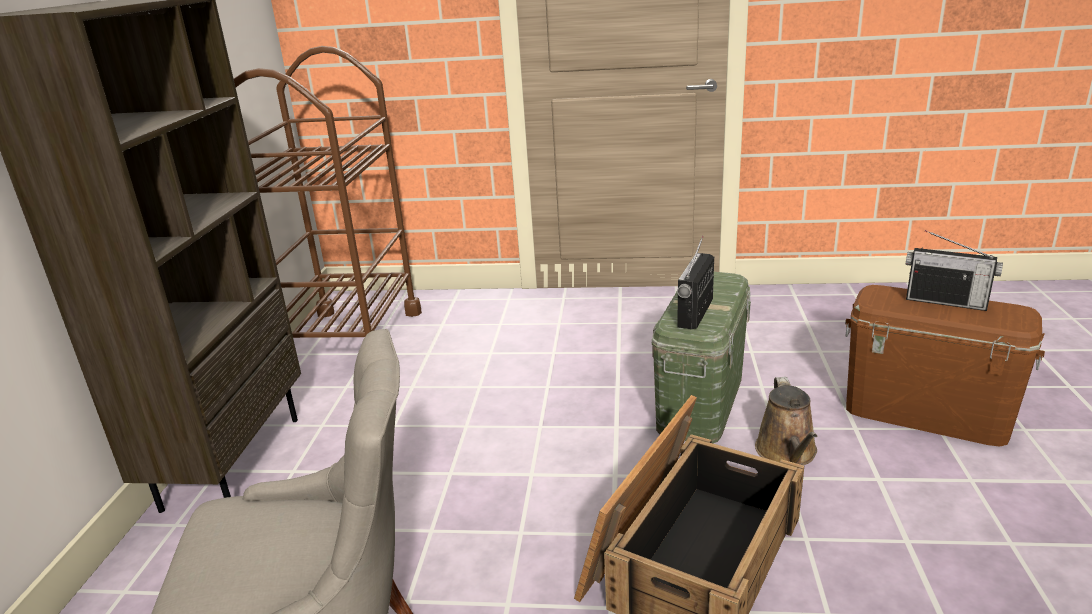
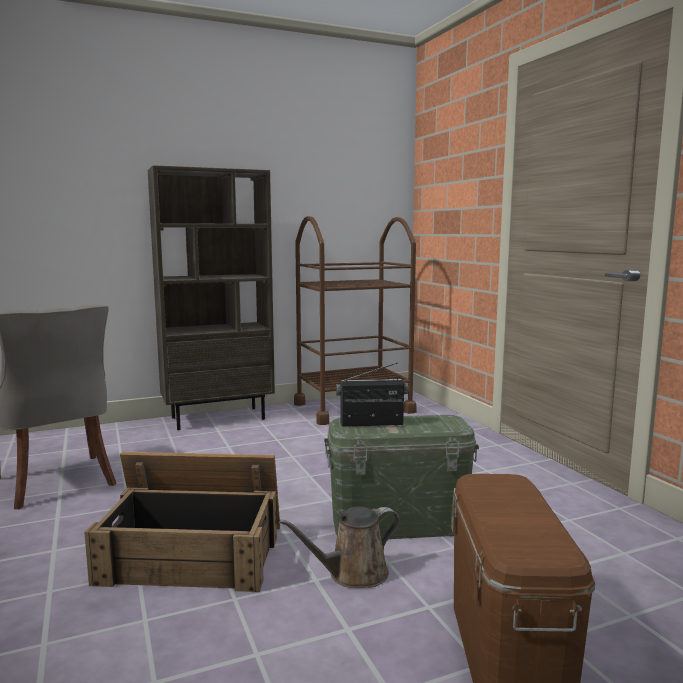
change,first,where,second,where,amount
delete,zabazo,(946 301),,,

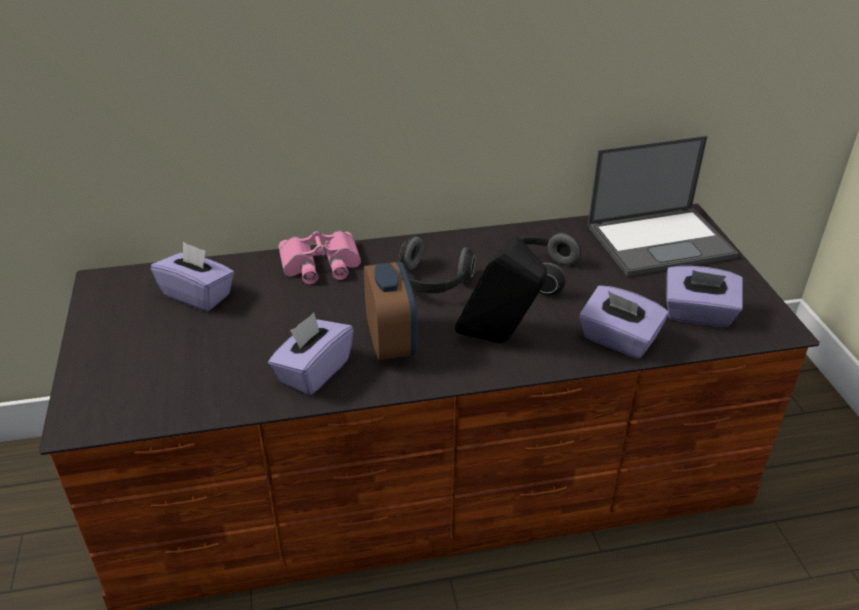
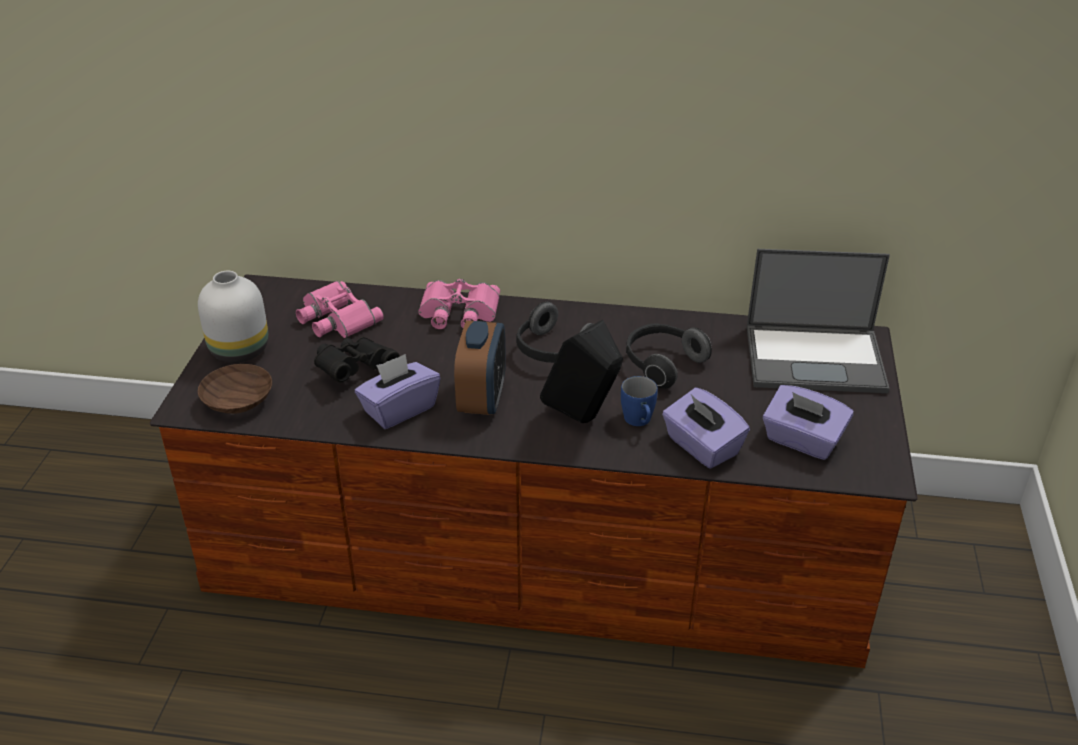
change,first,where,second,where,amount
replace,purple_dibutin,(198 295),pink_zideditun,(335 318),
insert,,,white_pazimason,(240 349),
insert,,,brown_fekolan,(236 400),
insert,,,black_zideditun,(354 370),
insert,,,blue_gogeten,(639 422),

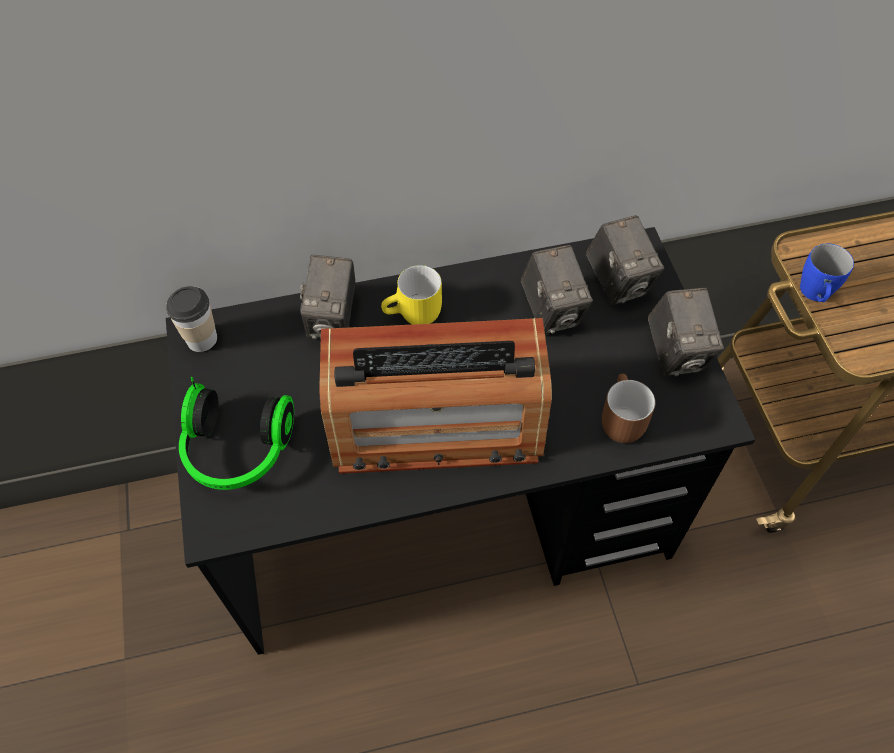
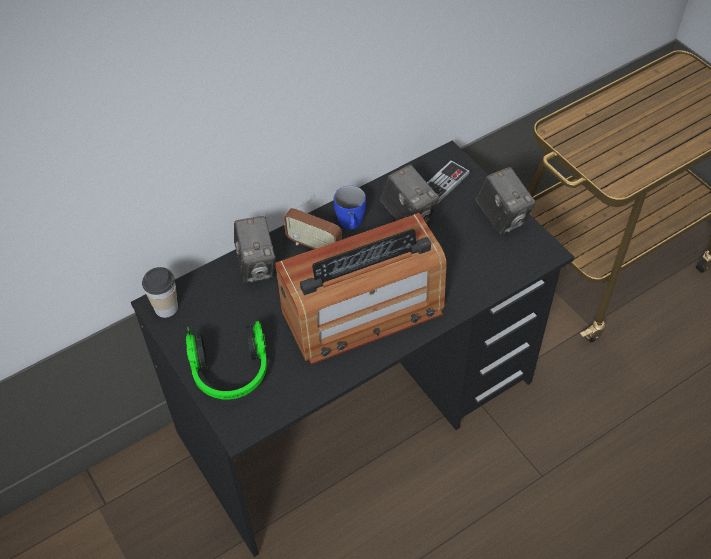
change,first,where,second,where,amount
replace,yellow_gogeten,(415 315),zabazo,(314 246),
replace,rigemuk,(618 282),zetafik,(444 183),
delete,brown_gogeten,(618 419),,,
move,blue_gogeten,(815 295),,(351 225),

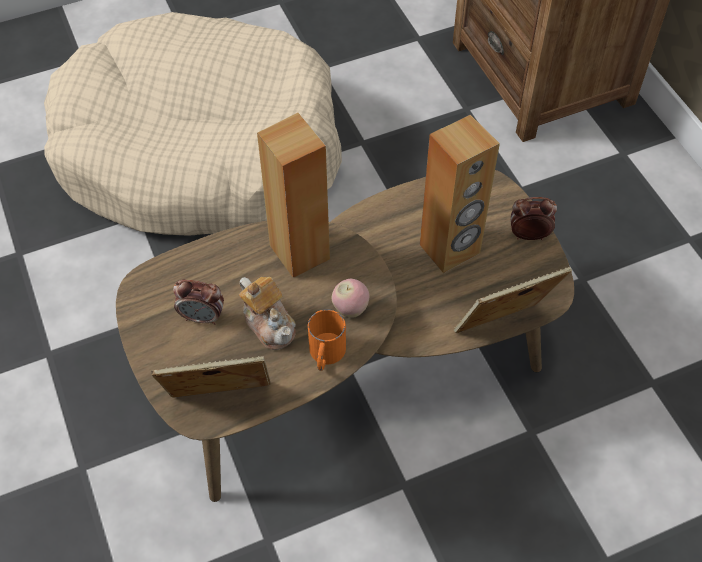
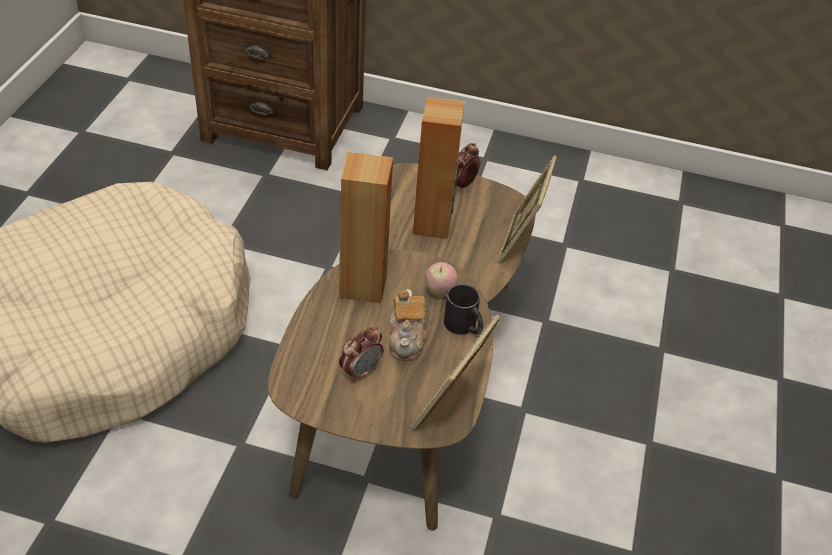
change,first,where,second,where,amount
rotate,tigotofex,(269 323),,(407 339),90 degrees clockwise
recolor,orange_gogeten,(325 355),black_gogeten,(464 326),

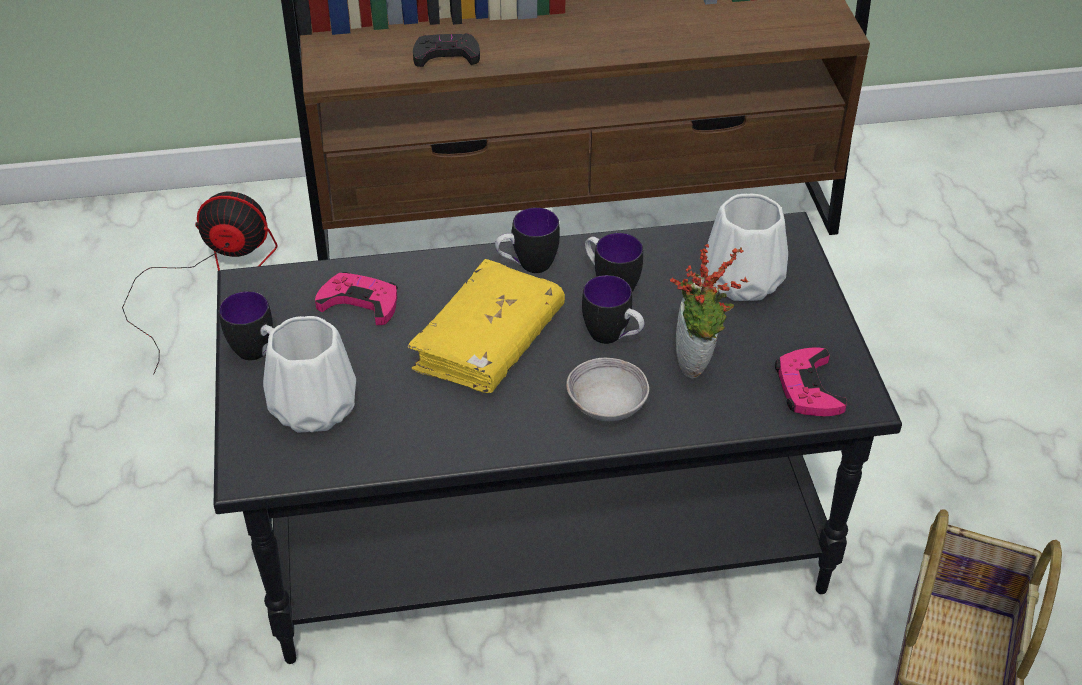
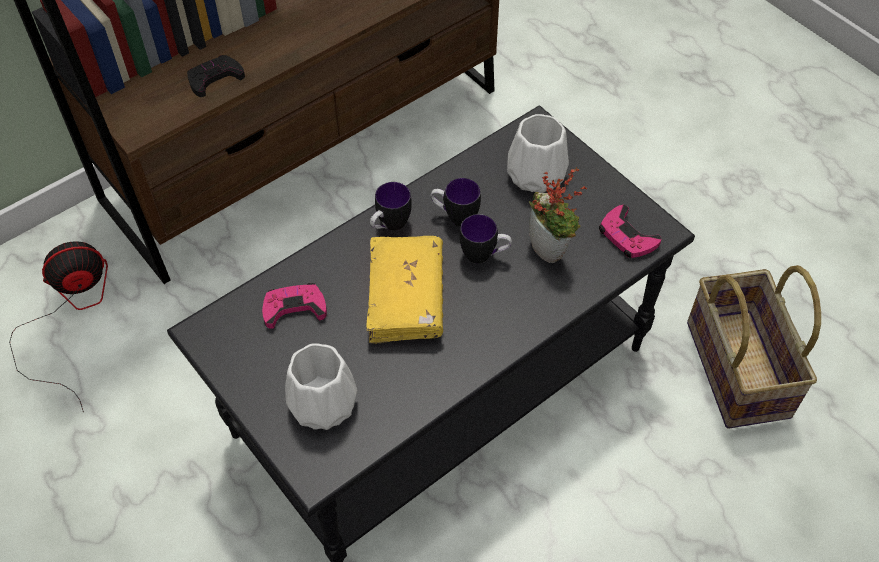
change,first,where,second,where,amount
delete,gogeten,(259 354),,,
delete,grey_fekolan,(606 406),,,

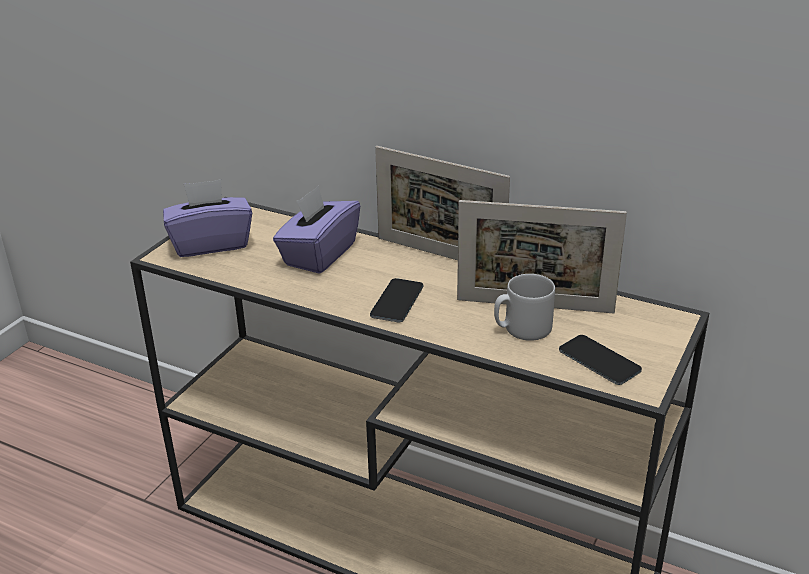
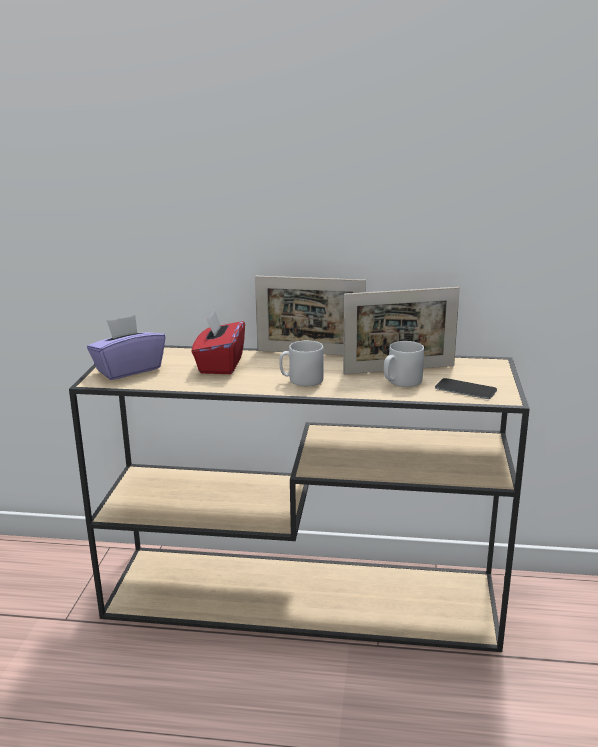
change,first,where,second,where,amount
recolor,purple_dibutin,(319 254),red_dibutin,(220 364),
replace,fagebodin,(397 301),grey_gogeten,(301 380),

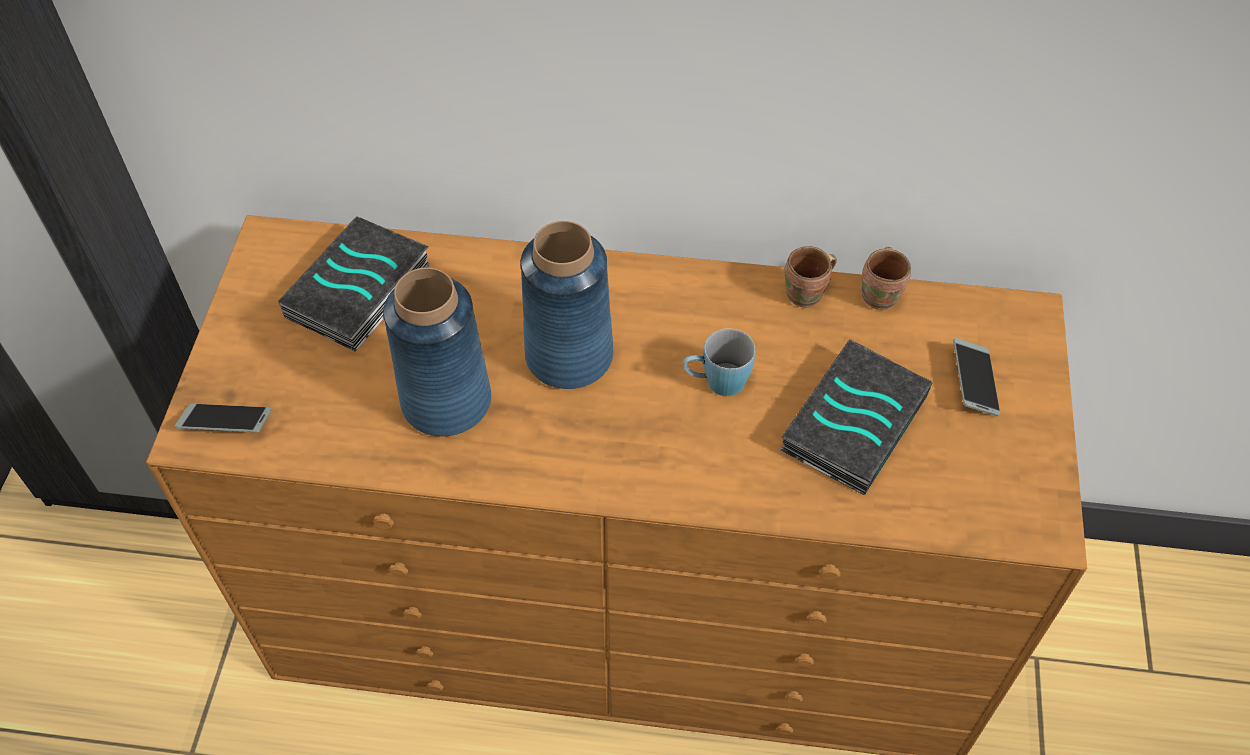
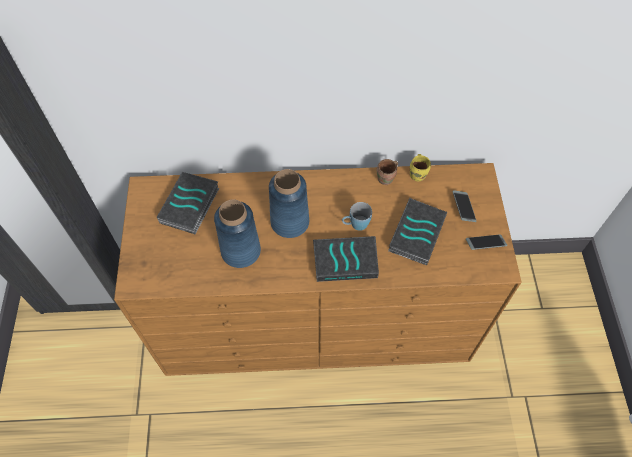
change,first,where,second,where,amount
move,fagebodin,(226 423),,(485 244),
recolor,brown_gogeten,(881 295),yellow_gogeten,(418 174),
insert,,,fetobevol,(346 260),

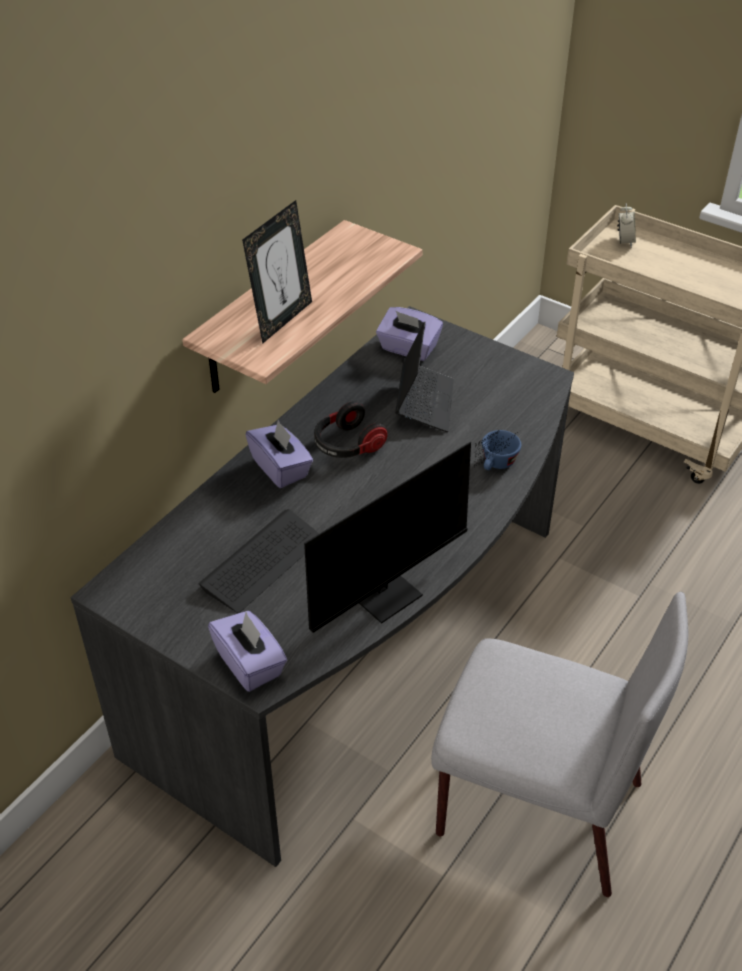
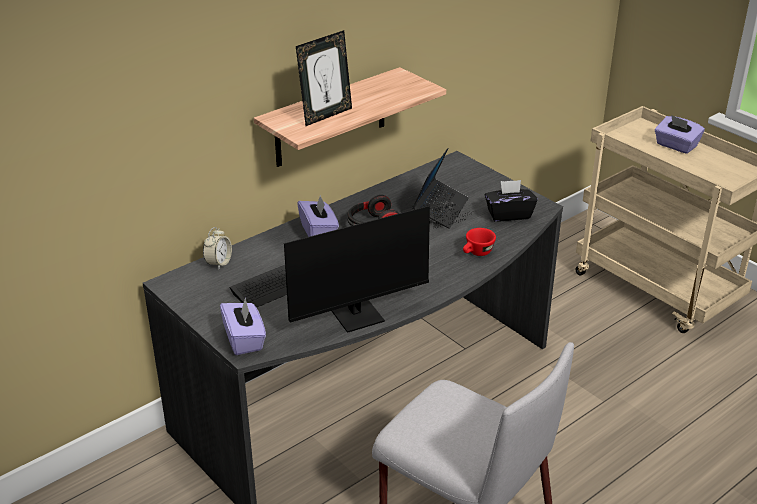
change,first,where,second,where,amount
move,purple_dibutin,(408 348),,(676 146),
recolor,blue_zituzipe,(497 465),red_zituzipe,(477 253),
move,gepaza,(624 241),,(218 263),
insert,,,black_dibutin,(509 214),

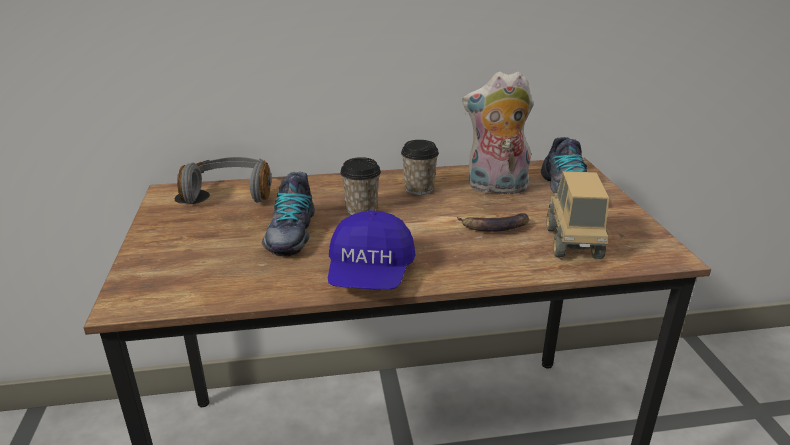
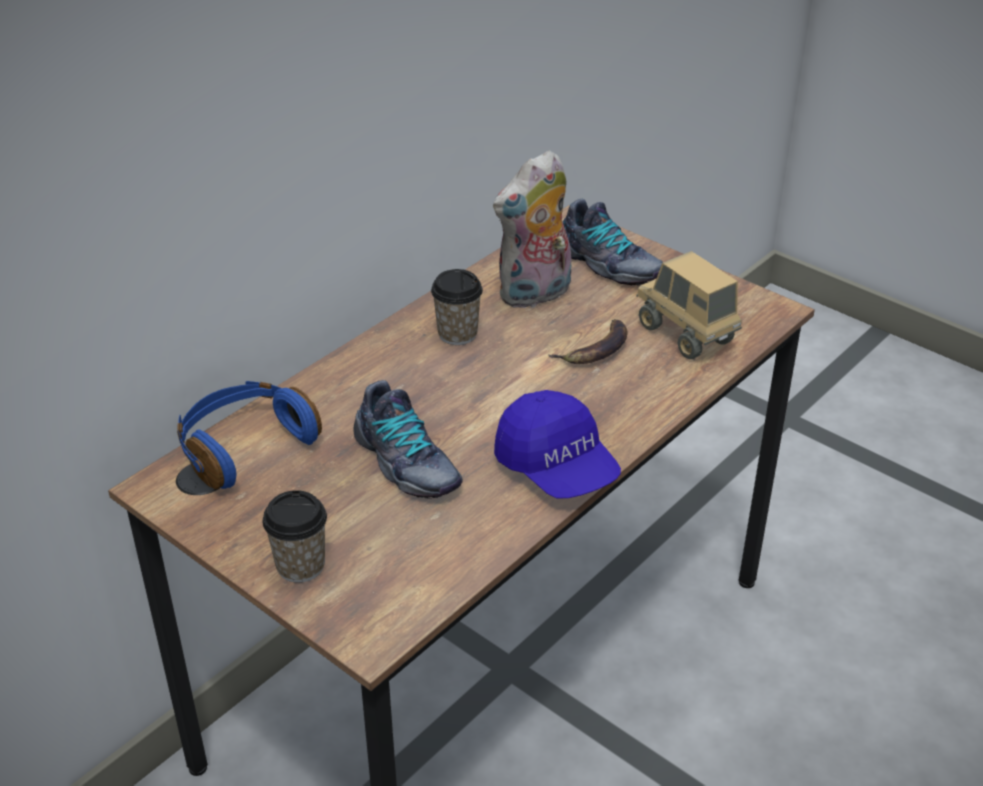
change,first,where,second,where,amount
recolor,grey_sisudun,(230 192),blue_sisudun,(244 446),
move,zituzipe,(361 210),,(300 565),

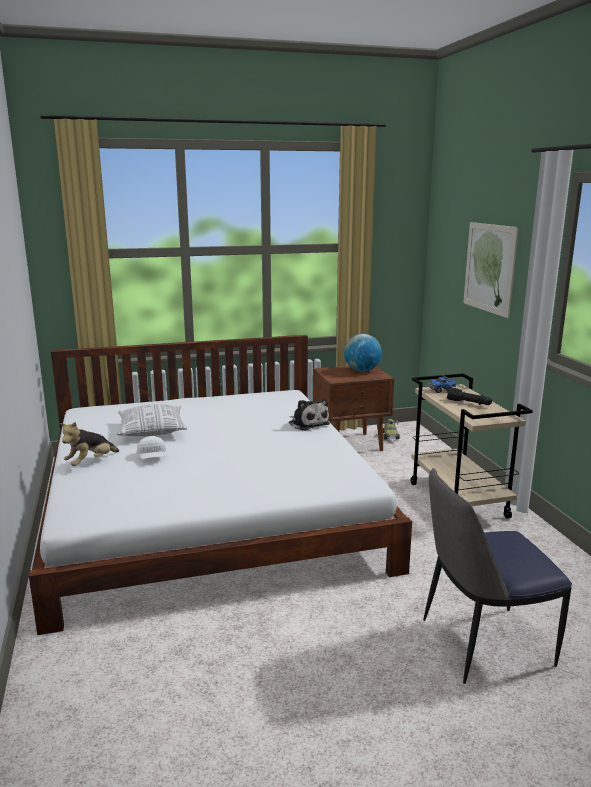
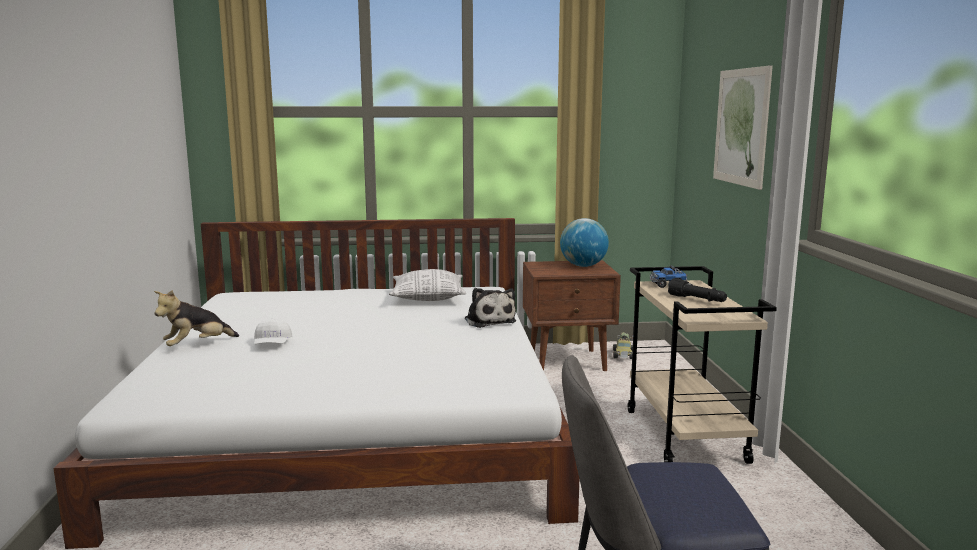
change,first,where,second,where,amount
move,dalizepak,(152 431),,(428 298),

